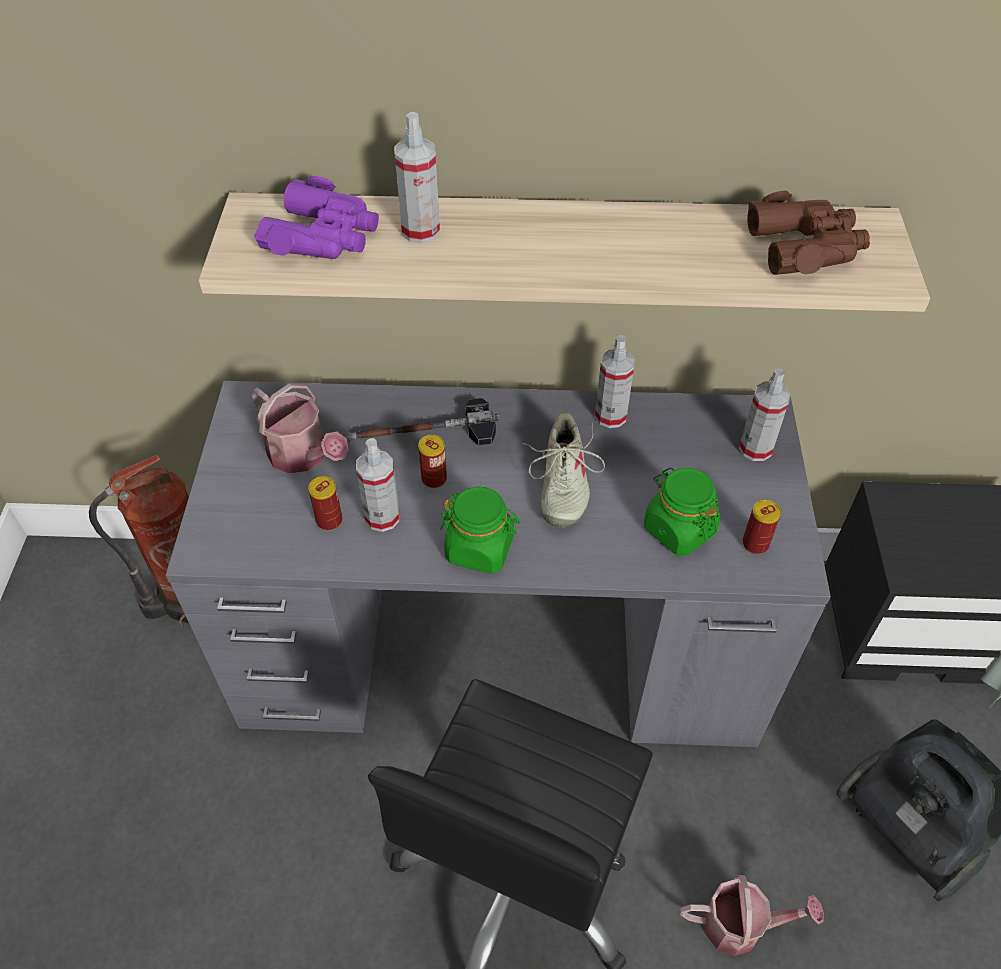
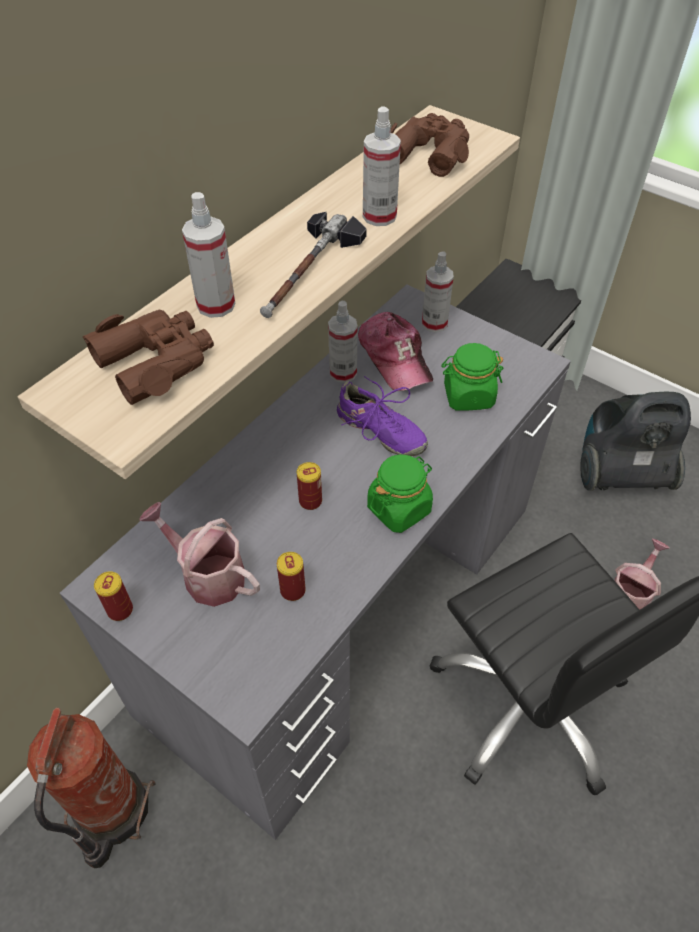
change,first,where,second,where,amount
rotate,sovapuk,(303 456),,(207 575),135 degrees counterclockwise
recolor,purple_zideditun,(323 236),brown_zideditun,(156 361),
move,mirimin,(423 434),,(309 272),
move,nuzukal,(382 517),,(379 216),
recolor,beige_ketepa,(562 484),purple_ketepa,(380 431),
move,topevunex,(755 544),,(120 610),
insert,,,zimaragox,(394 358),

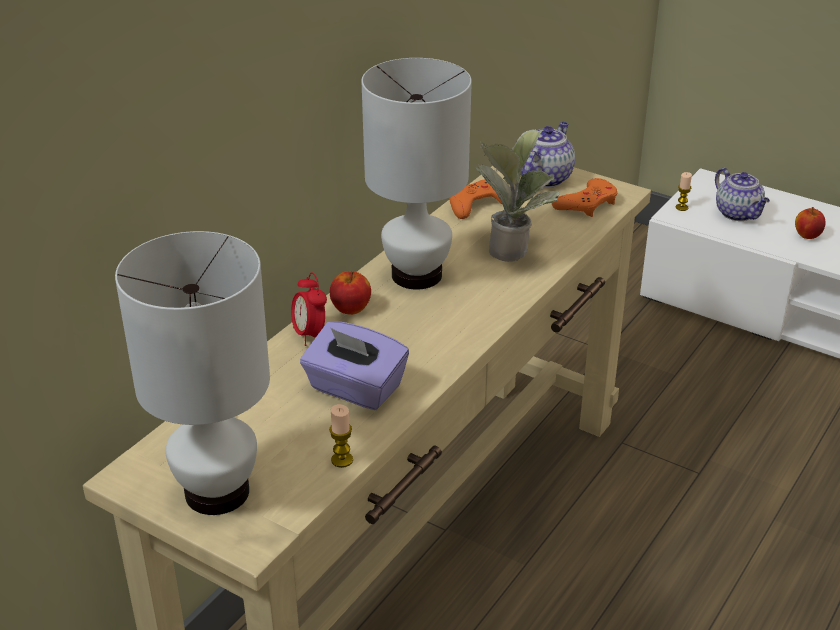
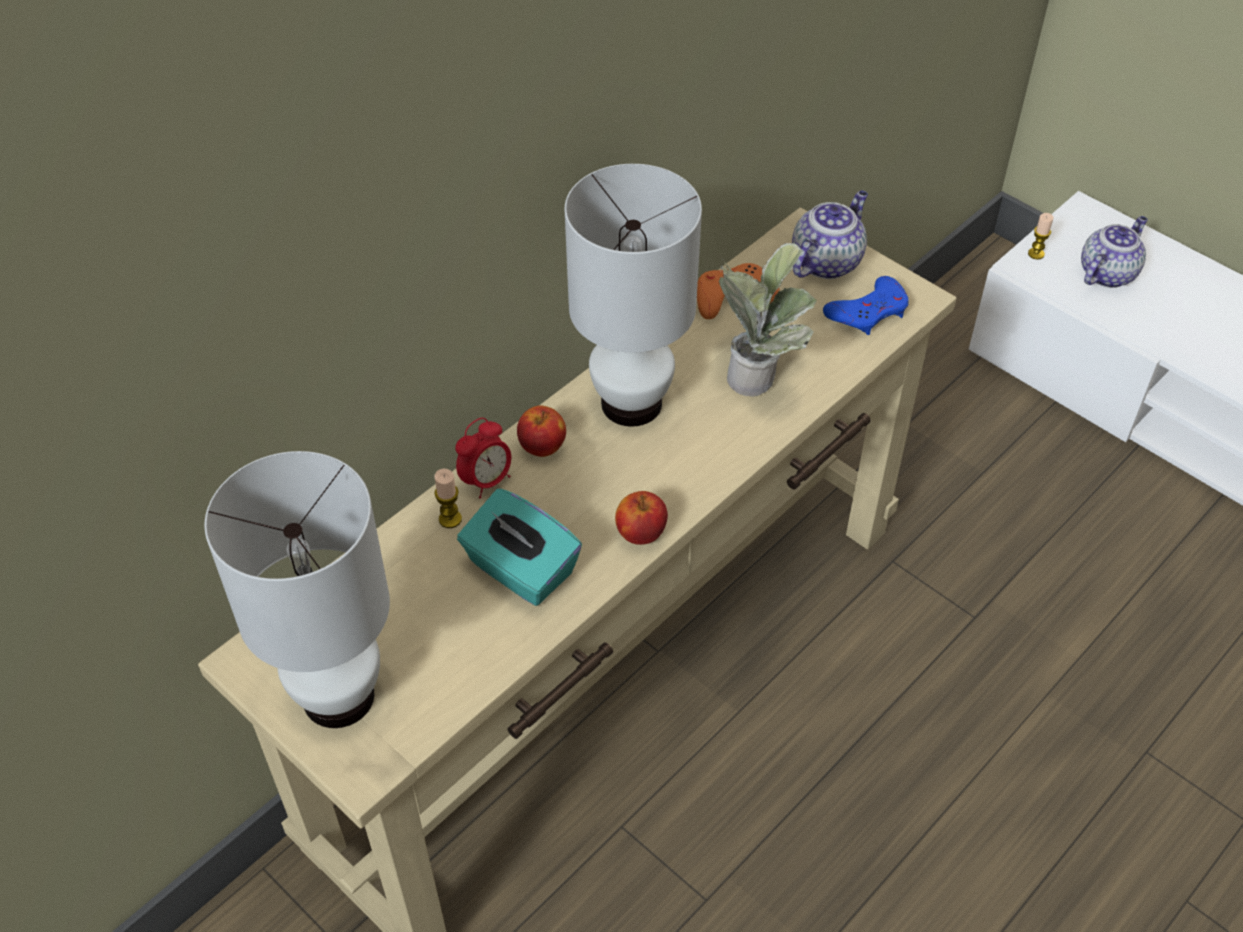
change,first,where,second,where,amount
rotate,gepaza,(310 335),,(486 481),120 degrees counterclockwise
recolor,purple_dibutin,(355 389),turquoise_dibutin,(520 570),
move,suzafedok,(342 460),,(450 519),
recolor,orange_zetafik,(587 204),blue_zetafik,(869 312),
rotate,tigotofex,(738 214),,(1107 273),120 degrees counterclockwise
move,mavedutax,(807 235),,(640 533),

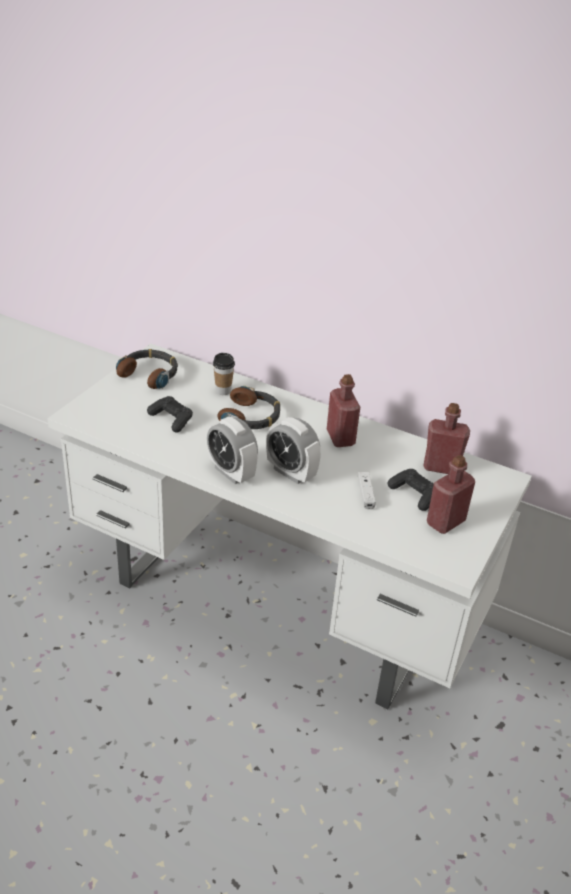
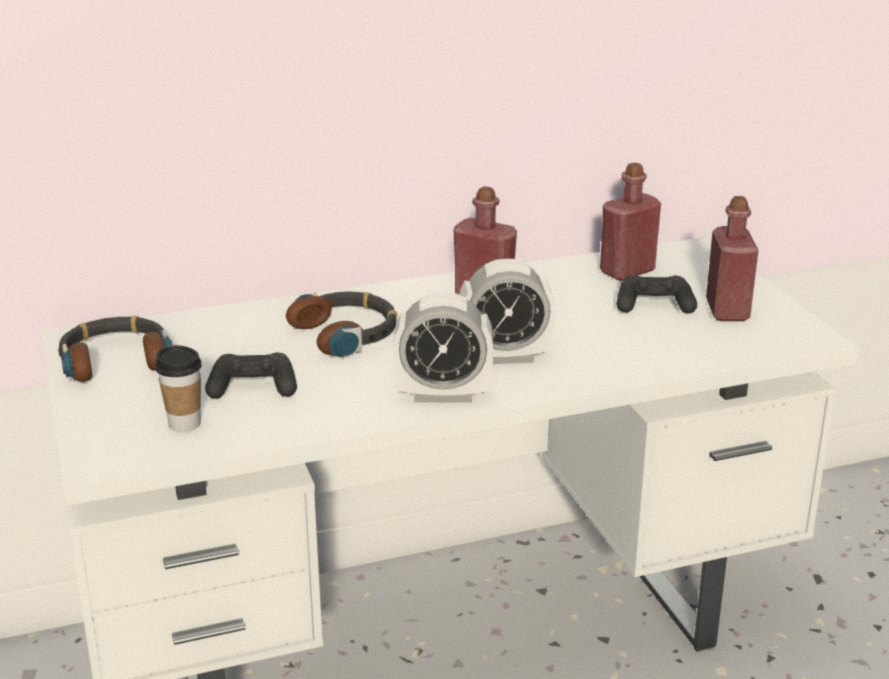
change,first,where,second,where,amount
move,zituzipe,(223 391),,(184 424),
delete,white_zetafik,(365 494),,,

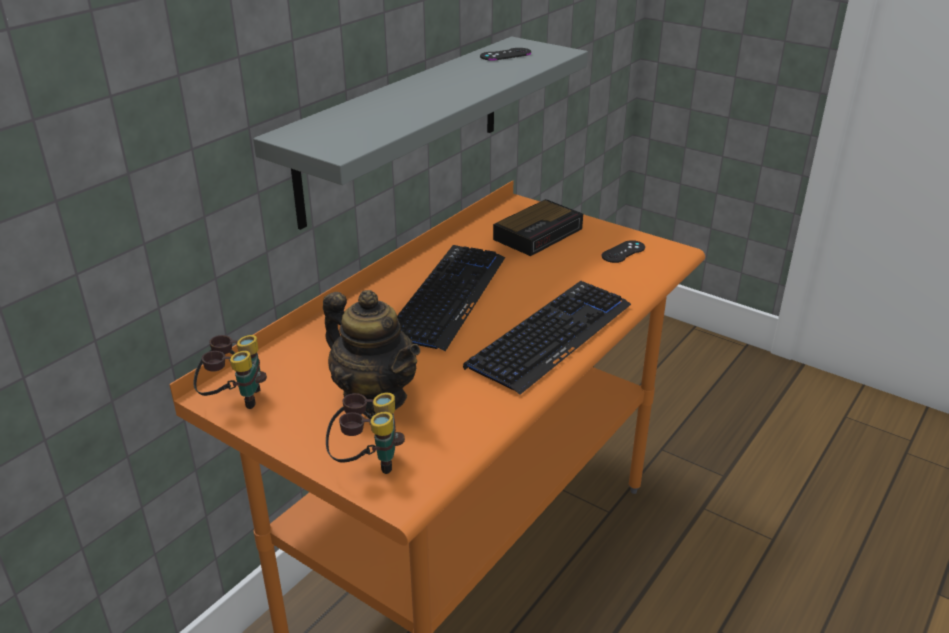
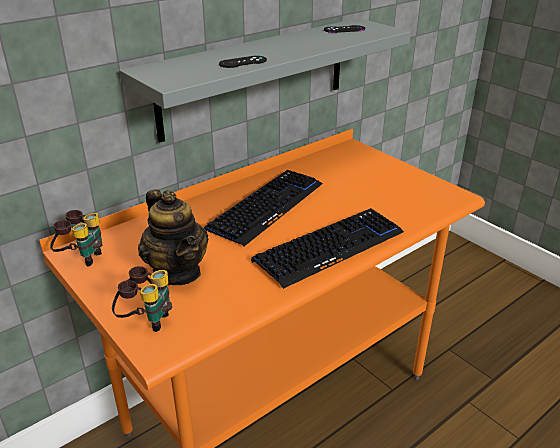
change,first,where,second,where,amount
delete,gepaza,(539 233),,,
move,black_zetafik,(623 252),,(243 62),

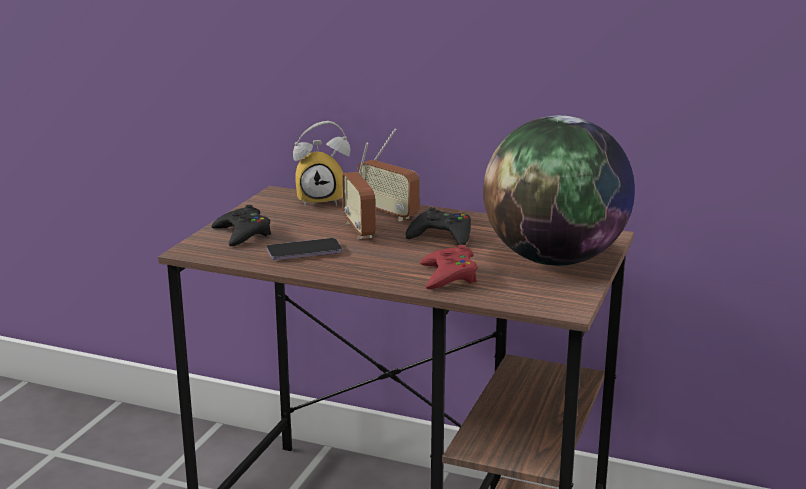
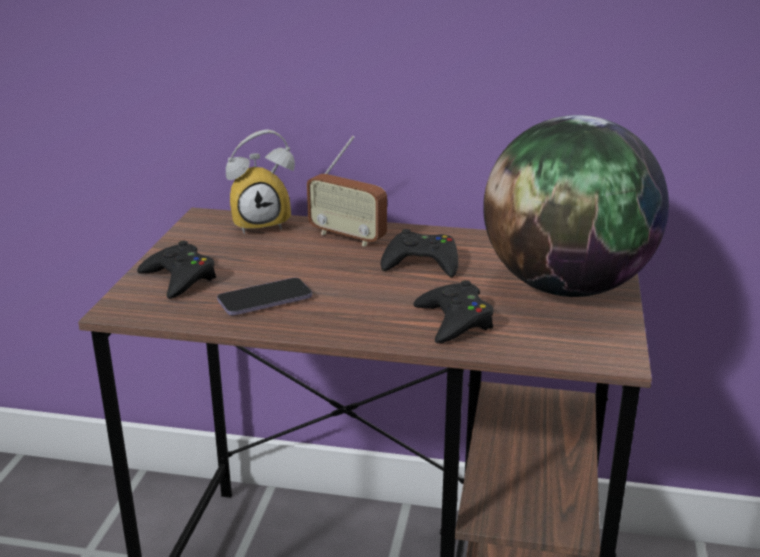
change,first,where,second,where,amount
delete,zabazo,(359 230),,,
recolor,red_zetafik,(448 276),black_zetafik,(454 321),

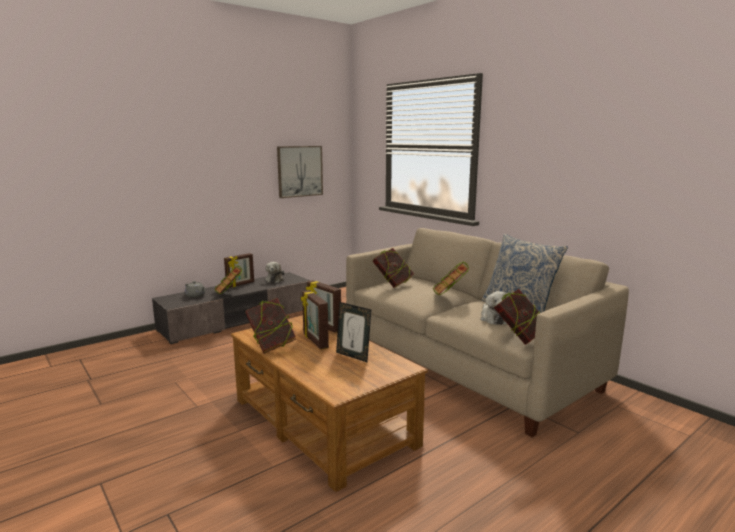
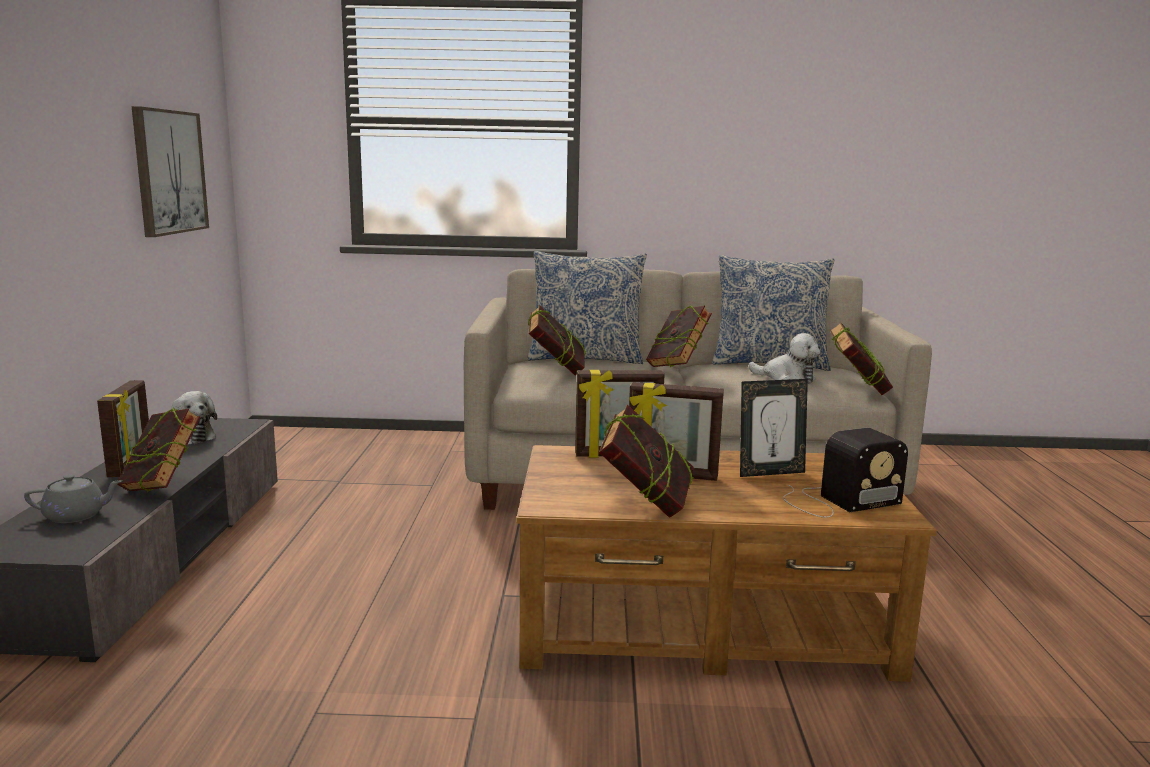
change,first,where,second,where,amount
insert,,,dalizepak,(586 358),
insert,,,zabazo,(837 501),

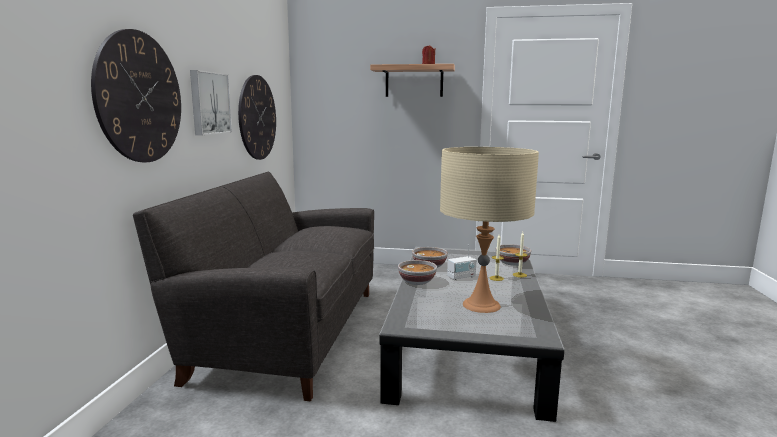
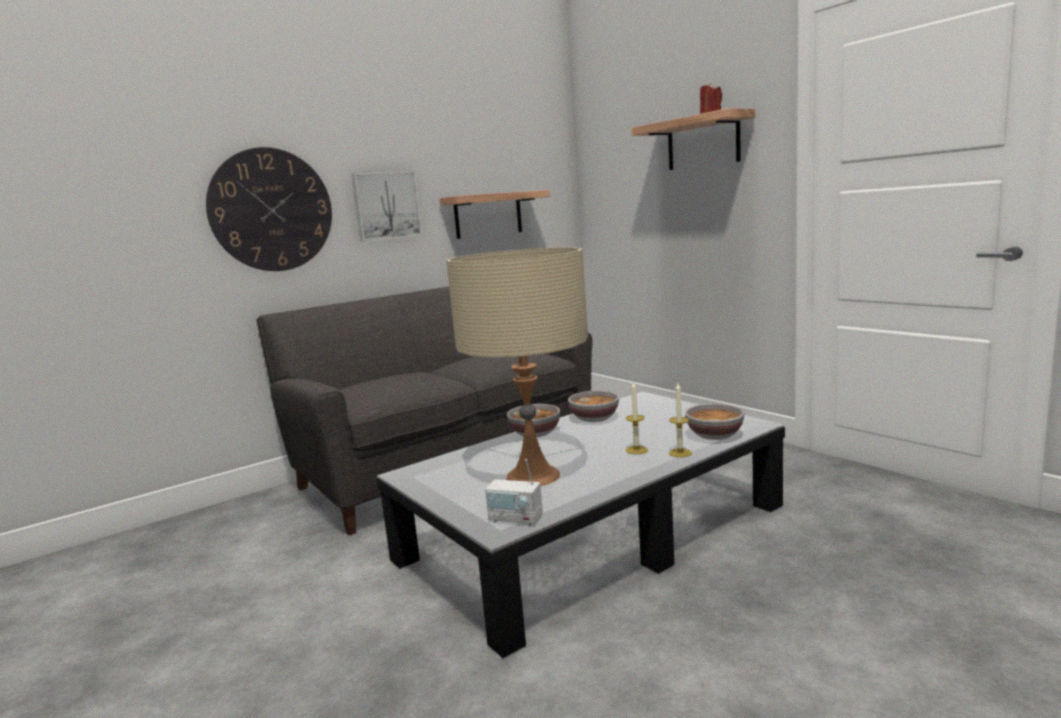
change,first,where,second,where,amount
replace,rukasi,(257 118),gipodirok,(488 215),
move,zabazo,(461 277),,(515 519),

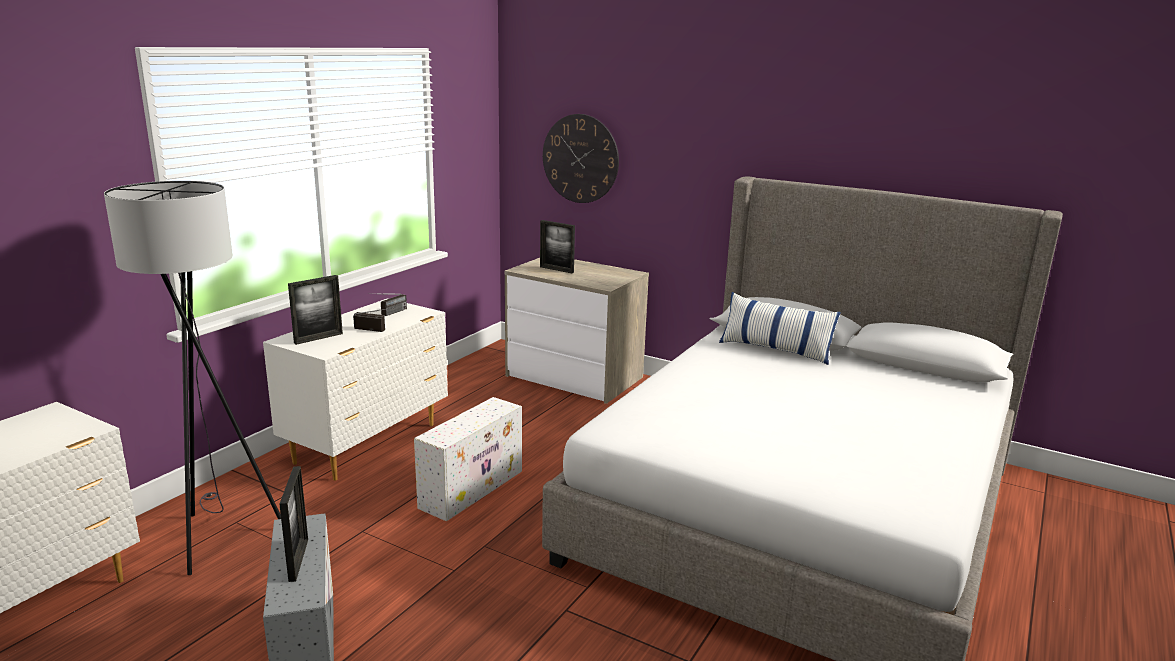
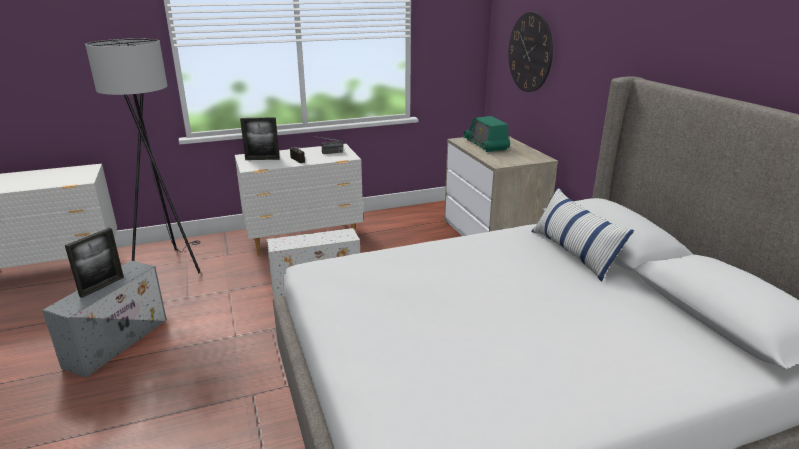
change,first,where,second,where,amount
replace,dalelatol,(556 269),zabazo,(486 145),

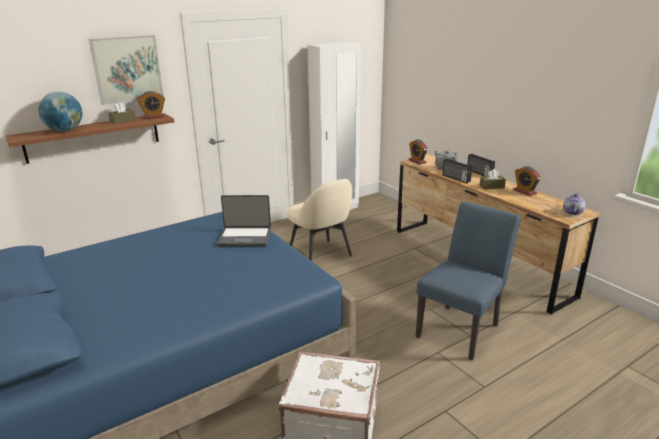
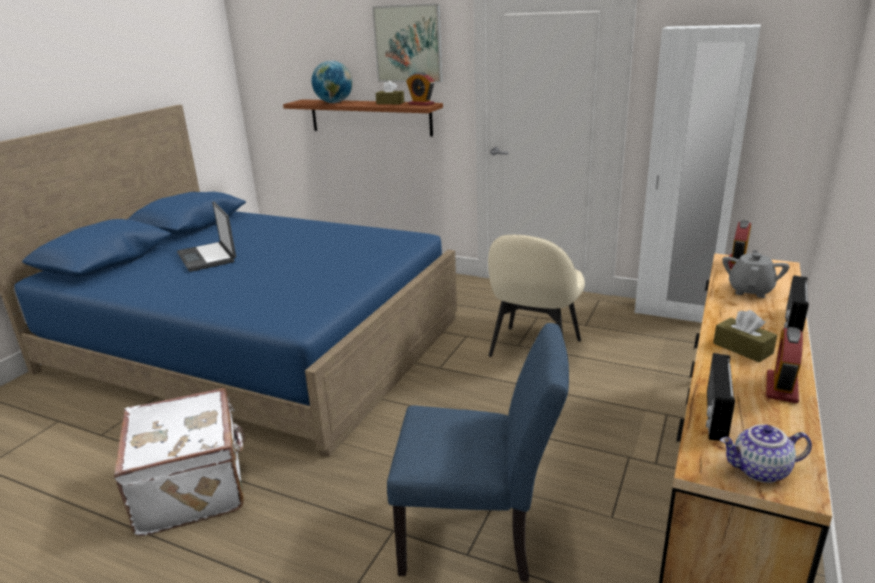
change,first,where,second,where,amount
move,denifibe,(245 237),,(208 257),
move,zabazo,(455 178),,(714 415),

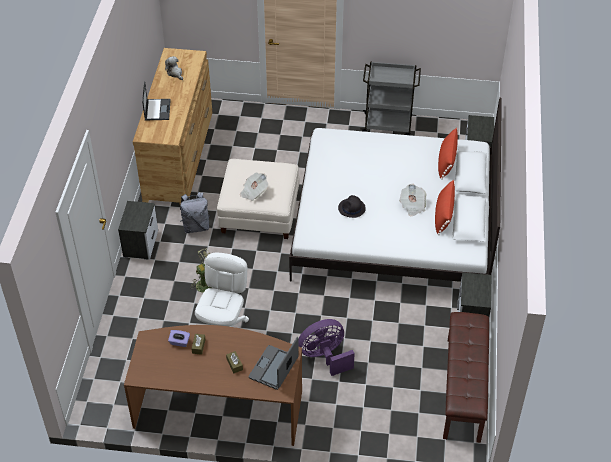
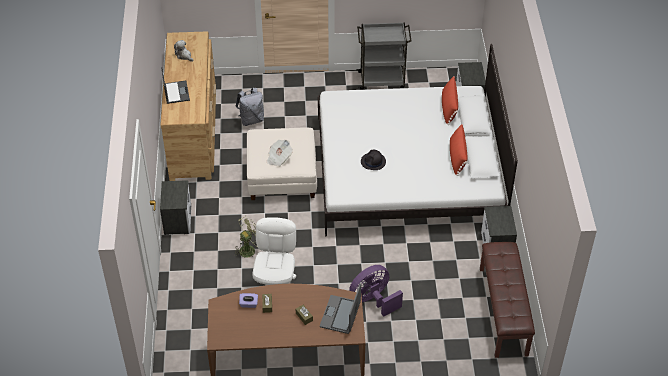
change,first,where,second,where,amount
move,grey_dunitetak,(196 226),,(251 119),
delete,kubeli,(412 206),,,

